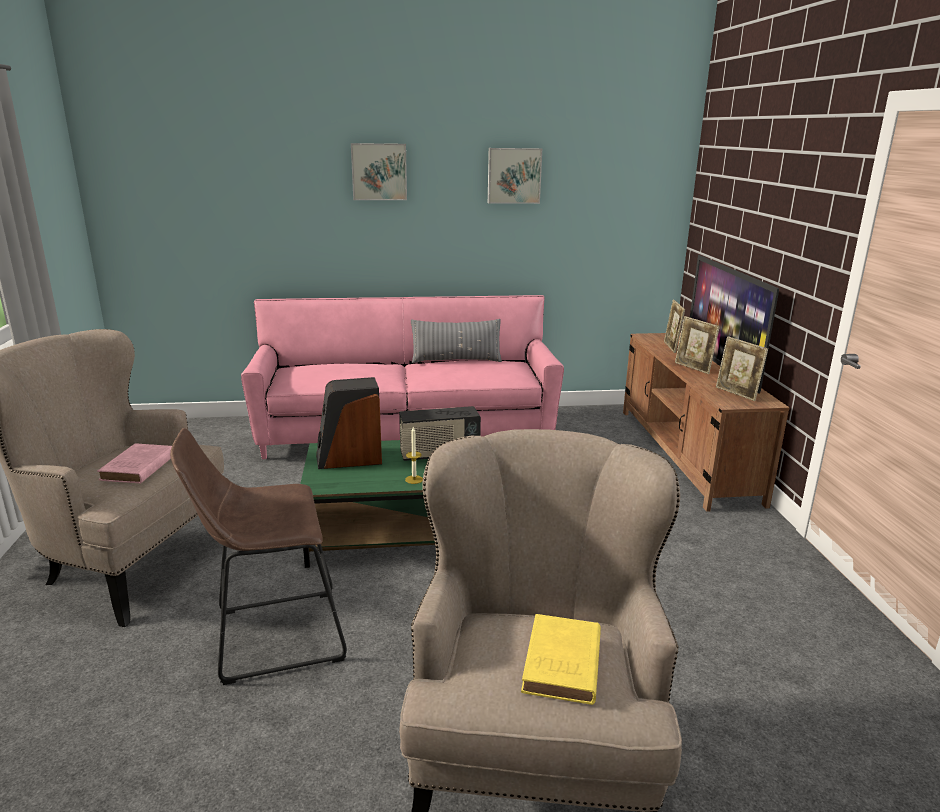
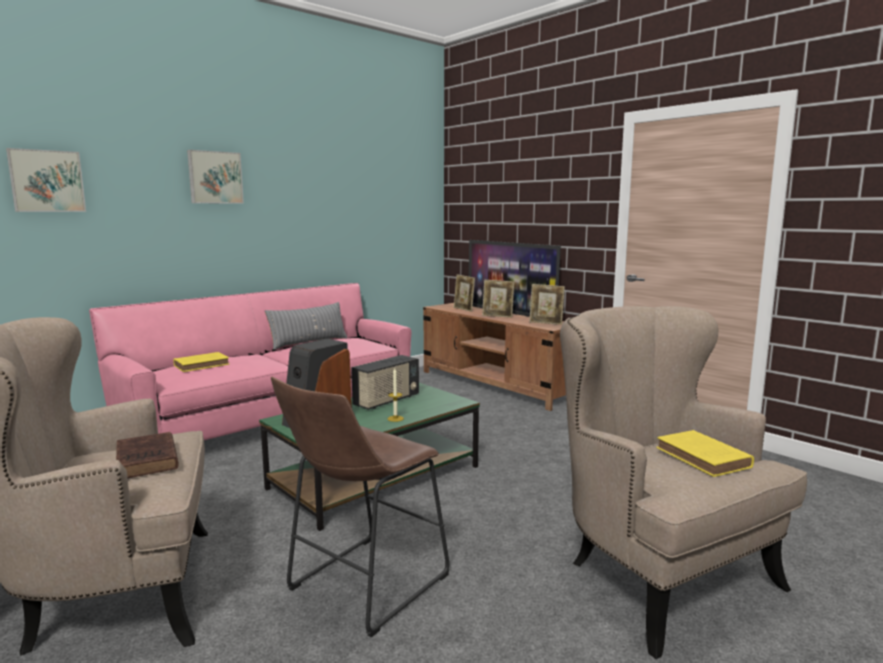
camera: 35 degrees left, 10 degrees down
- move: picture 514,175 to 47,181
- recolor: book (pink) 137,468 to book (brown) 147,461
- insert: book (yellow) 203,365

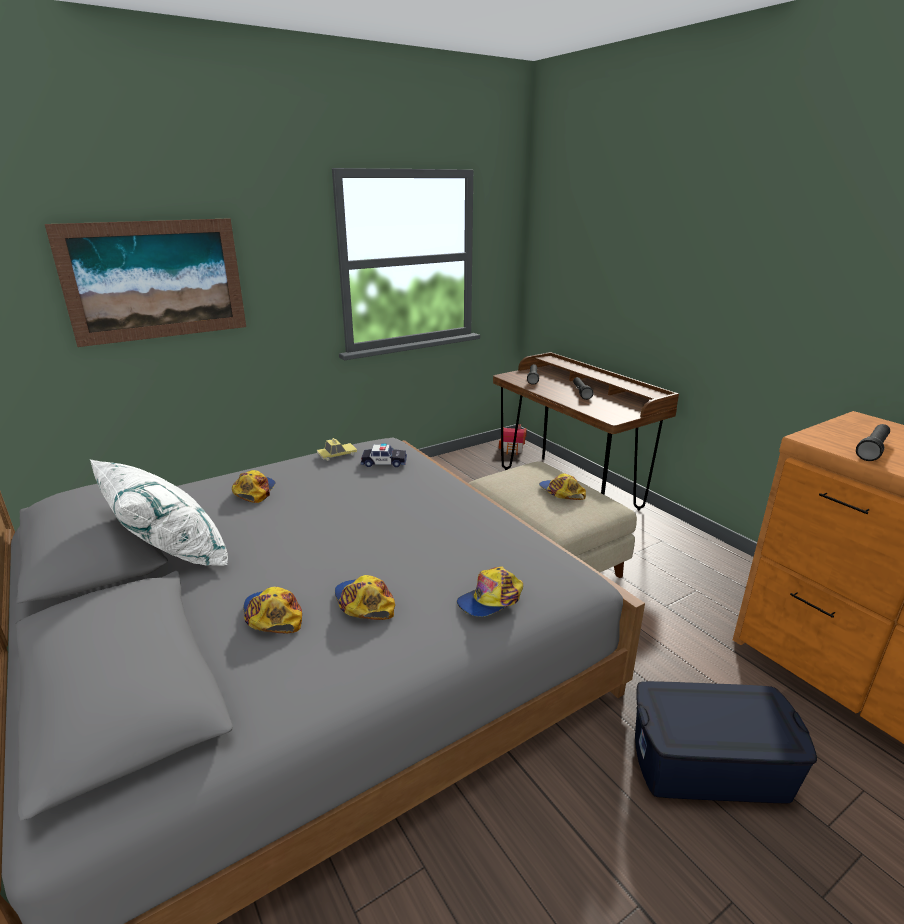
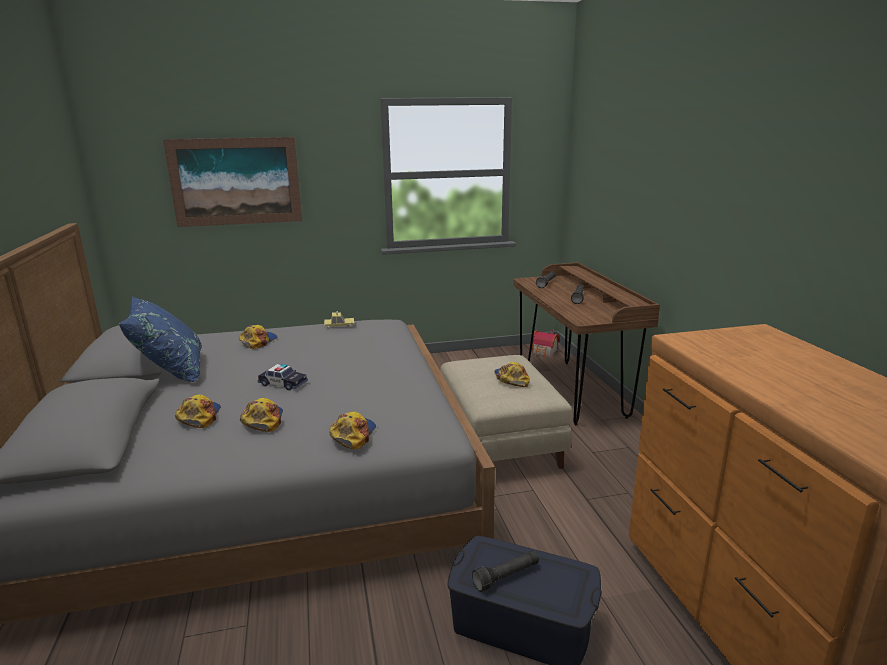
camera: 20 degrees right, 5 degrees down
- move: flashlight (black) 872,449 to 506,577
- move: toy car 384,462 to 283,384
- recolor: pillow (white) 170,554 to pillow (blue) 171,371
- rotate: cap 491,600 = 352,434 120 degrees clockwise

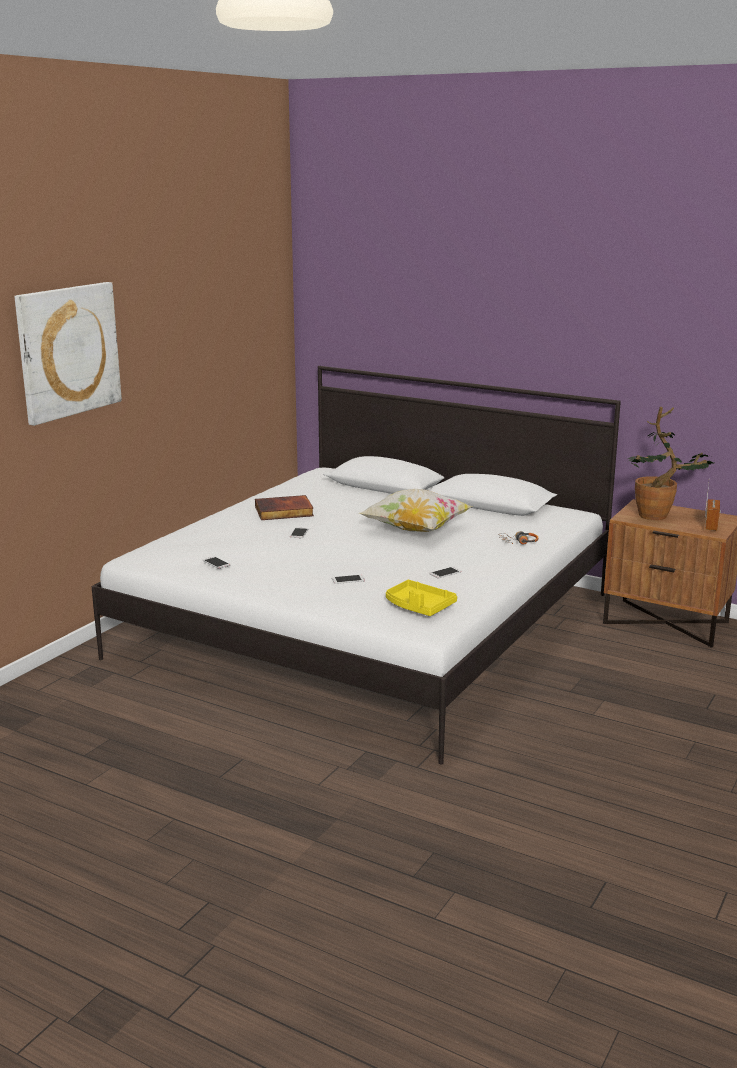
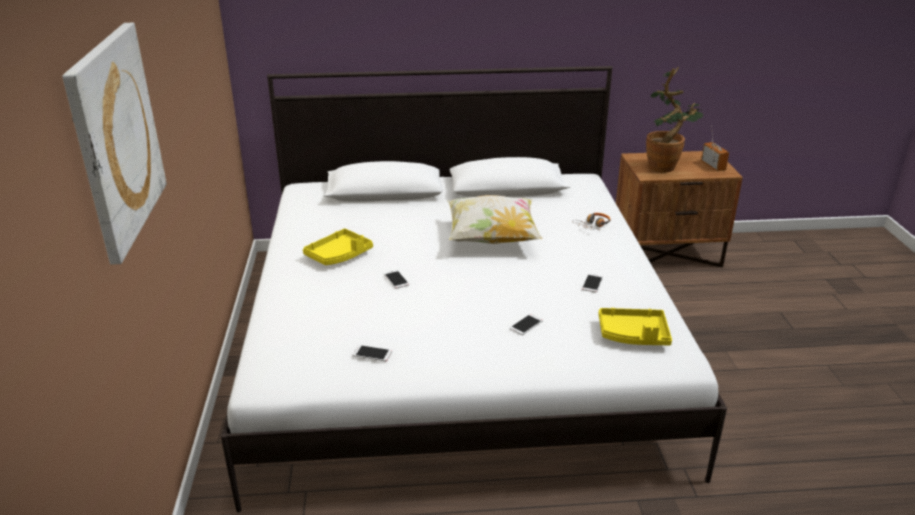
camera: 35 degrees left, 10 degrees up
- replace: book 283,512 to tray (yellow) 339,255

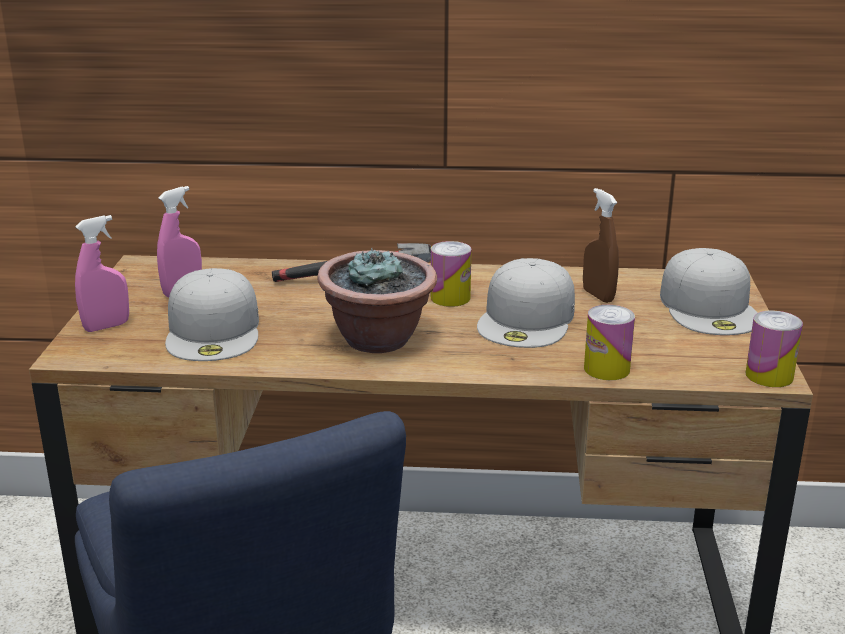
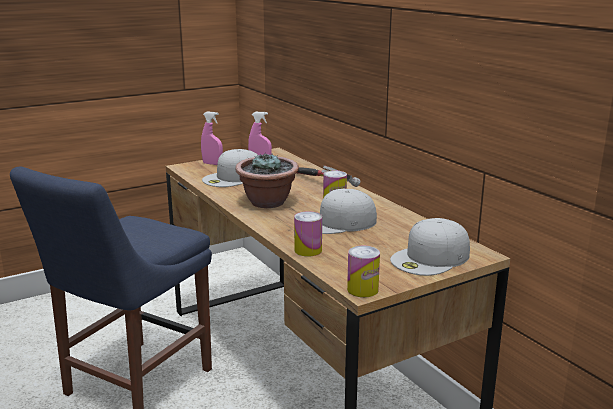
camera: 55 degrees right, 5 degrees down
- delete: spray bottle (brown) 598,296

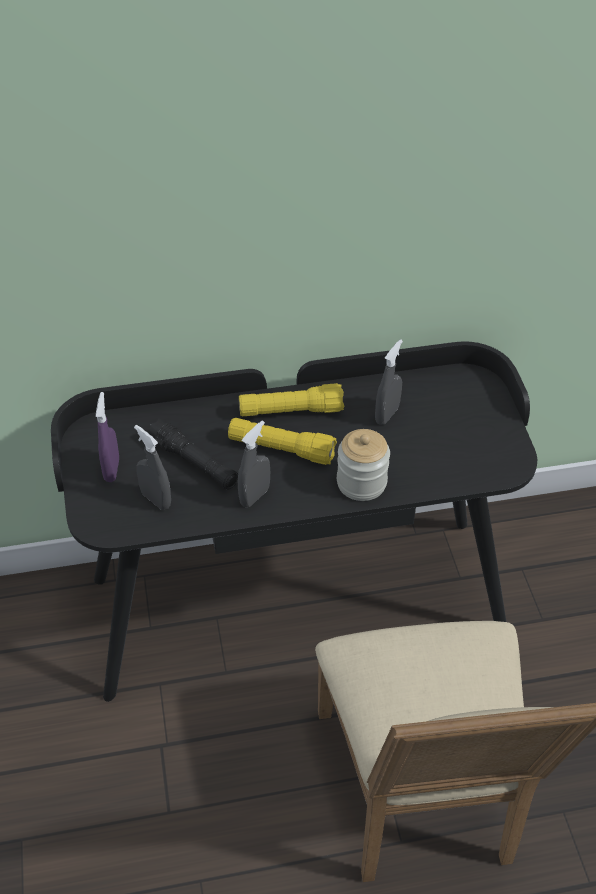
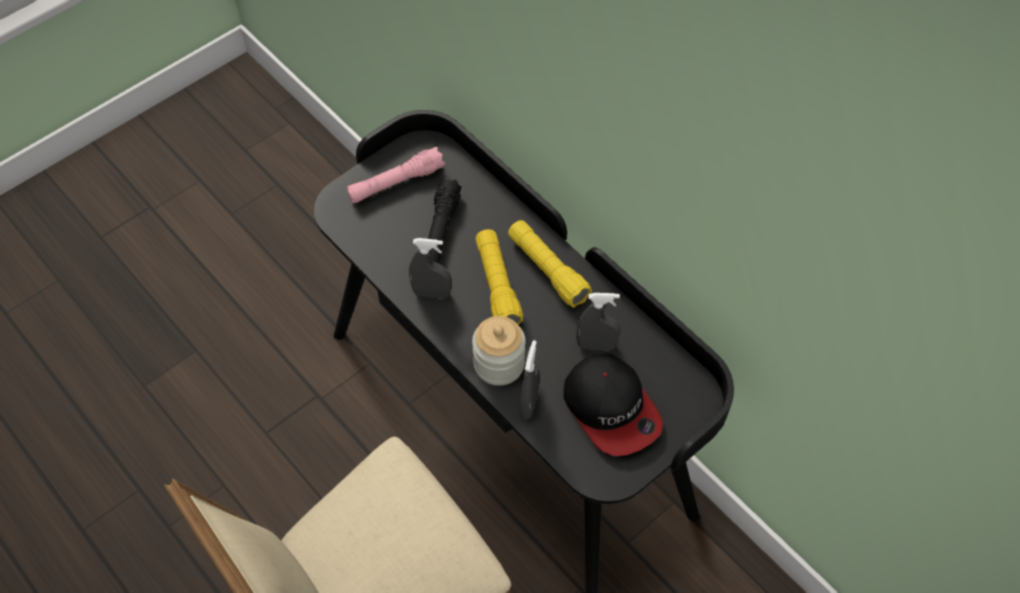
camera: 60 degrees right, 10 degrees up
- replace: spray bottle (purple) 112,469 to flashlight (pink) 396,183
- move: spray bottle (grey) 156,499 to 529,403
- insert: cap 611,409

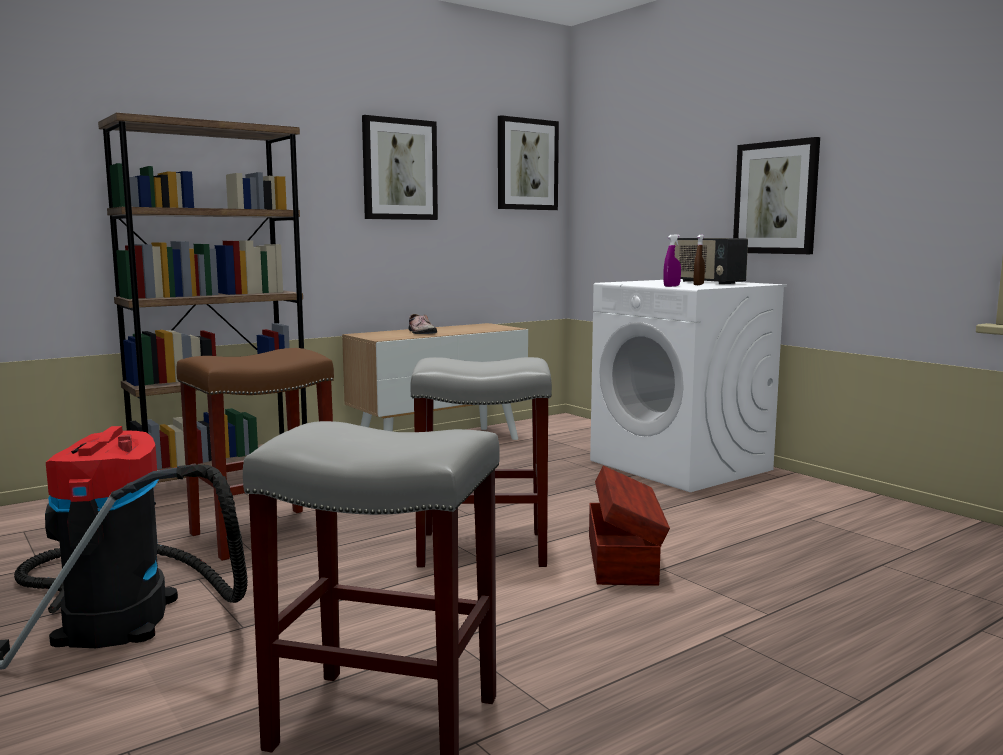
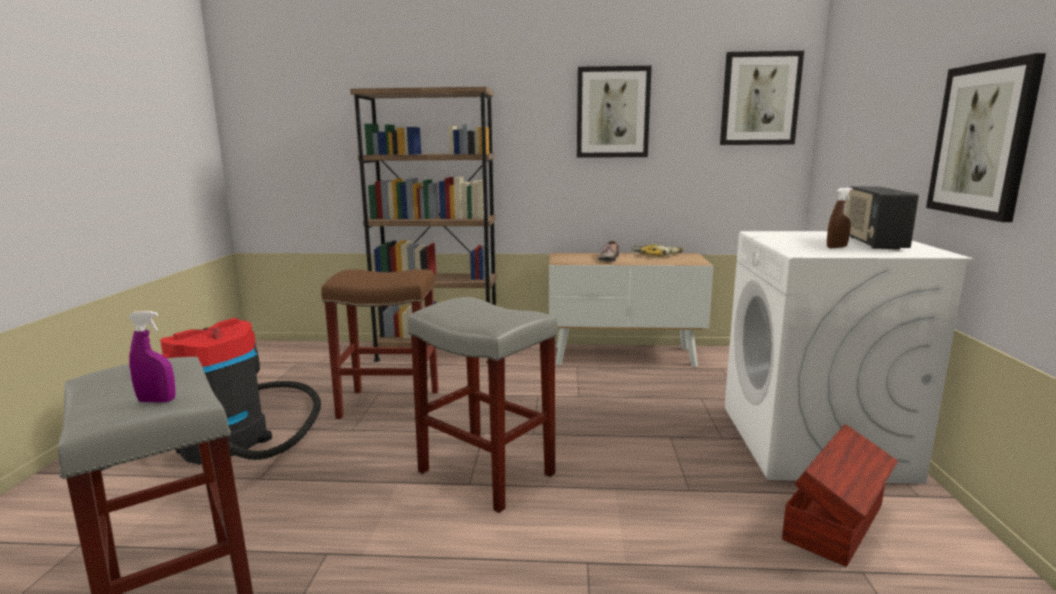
camera: 40 degrees right, 5 degrees up
- move: spray bottle (purple) 671,286 to 157,401
- move: storage box (brown) 623,559 to 836,522
- insert: power drill 658,255

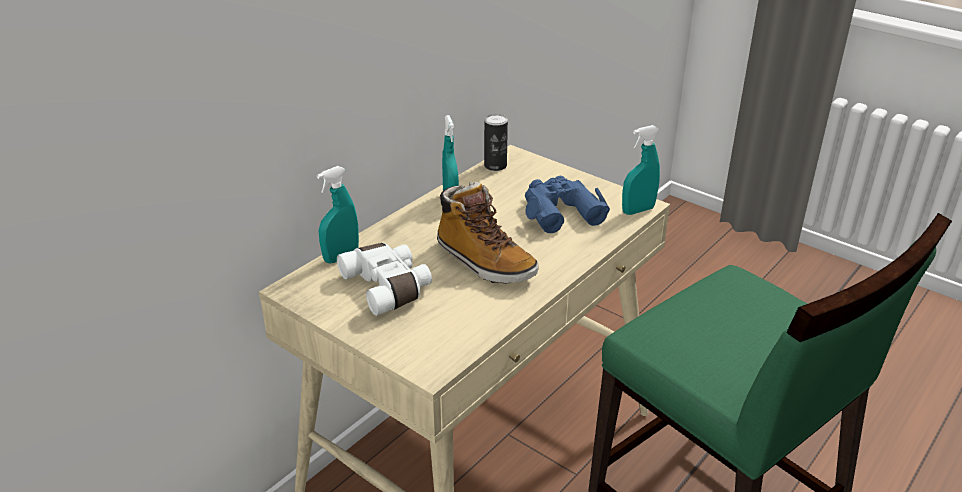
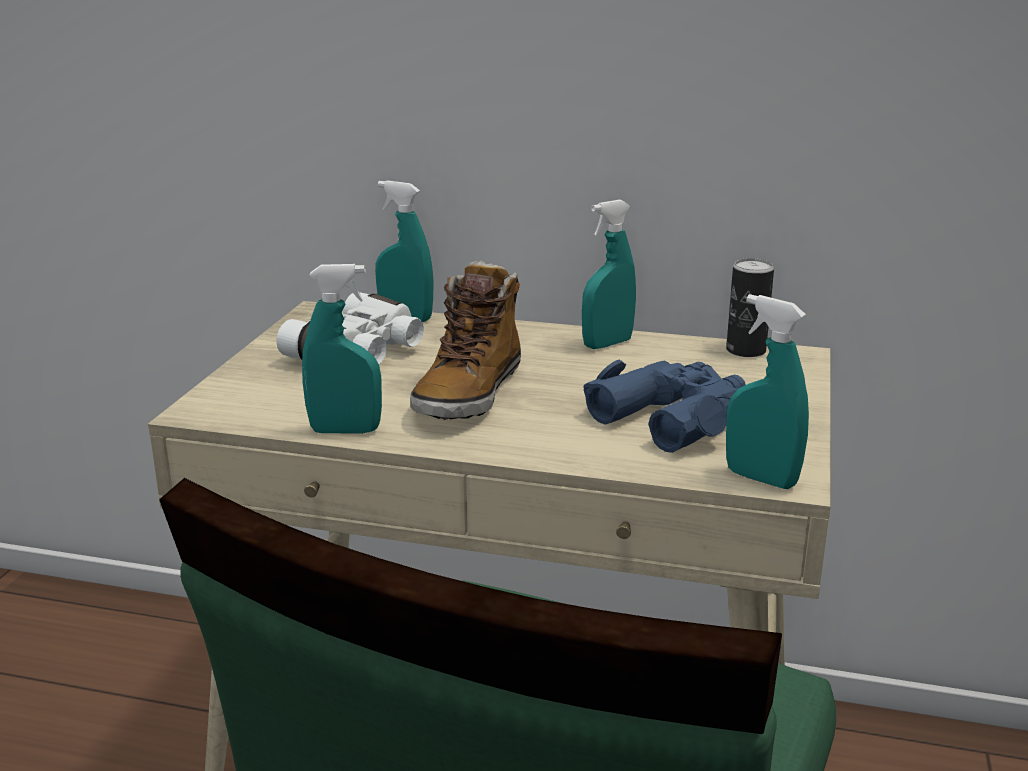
camera: 65 degrees right, 10 degrees down
- insert: spray bottle (turquoise) 345,431

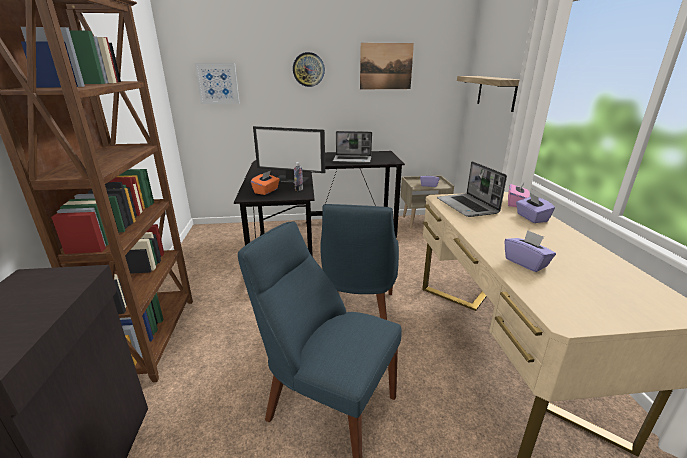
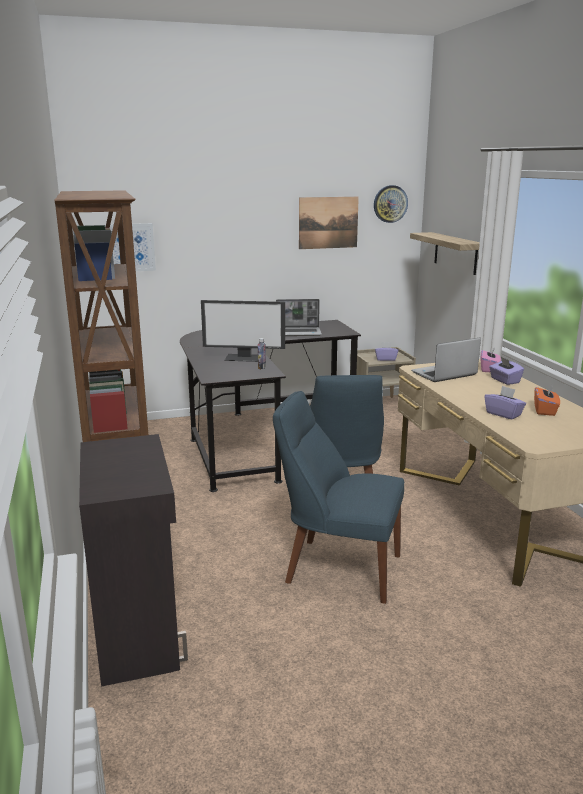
camera: 10 degrees left, 5 degrees down
- move: wall clock 308,69 to 390,204
- rotate: laptop 467,206 = 443,374 90 degrees clockwise
- move: tissue box (orange) 266,191 to 545,410

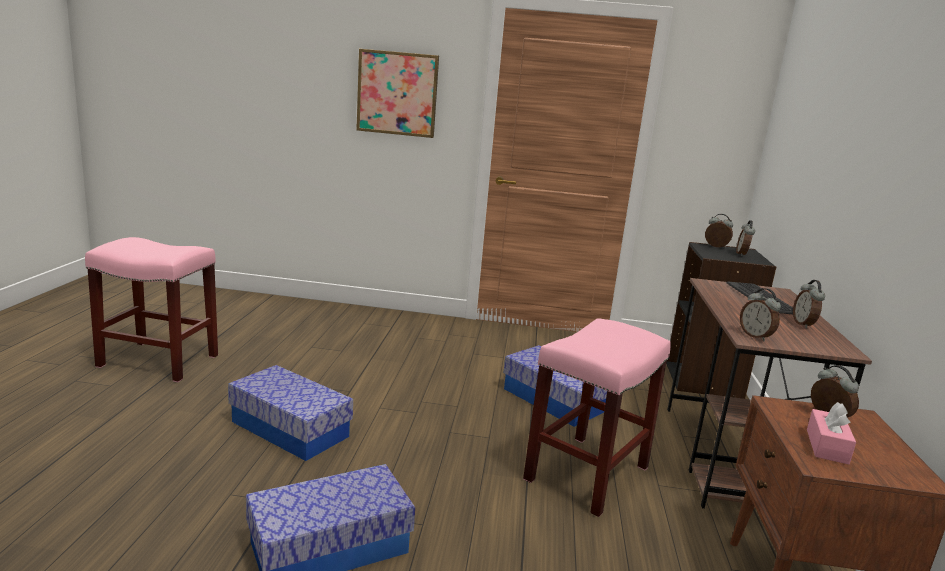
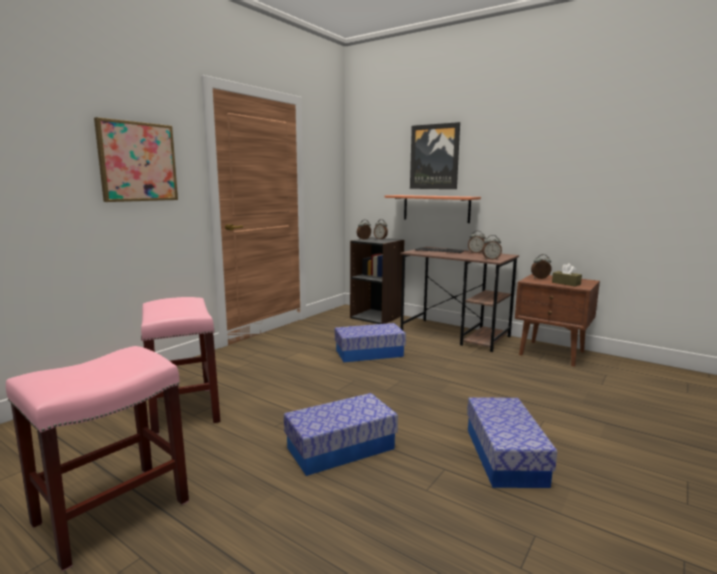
camera: 60 degrees left, 5 degrees down
- move: stool (pink) 587,472 to 183,409
- recolor: tissue box (pink) 827,446 to tissue box (brown) 566,283
- insert: picture 434,157
- insert: shelf 436,208

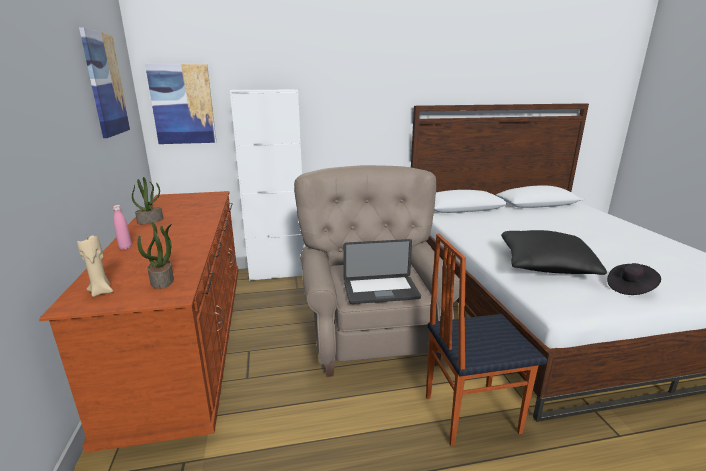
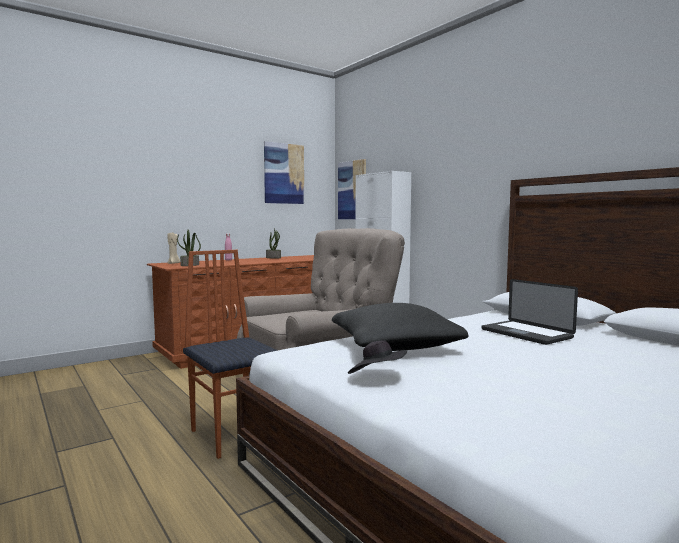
camera: 65 degrees right, 15 degrees down
- move: laptop 381,291 to 526,334

